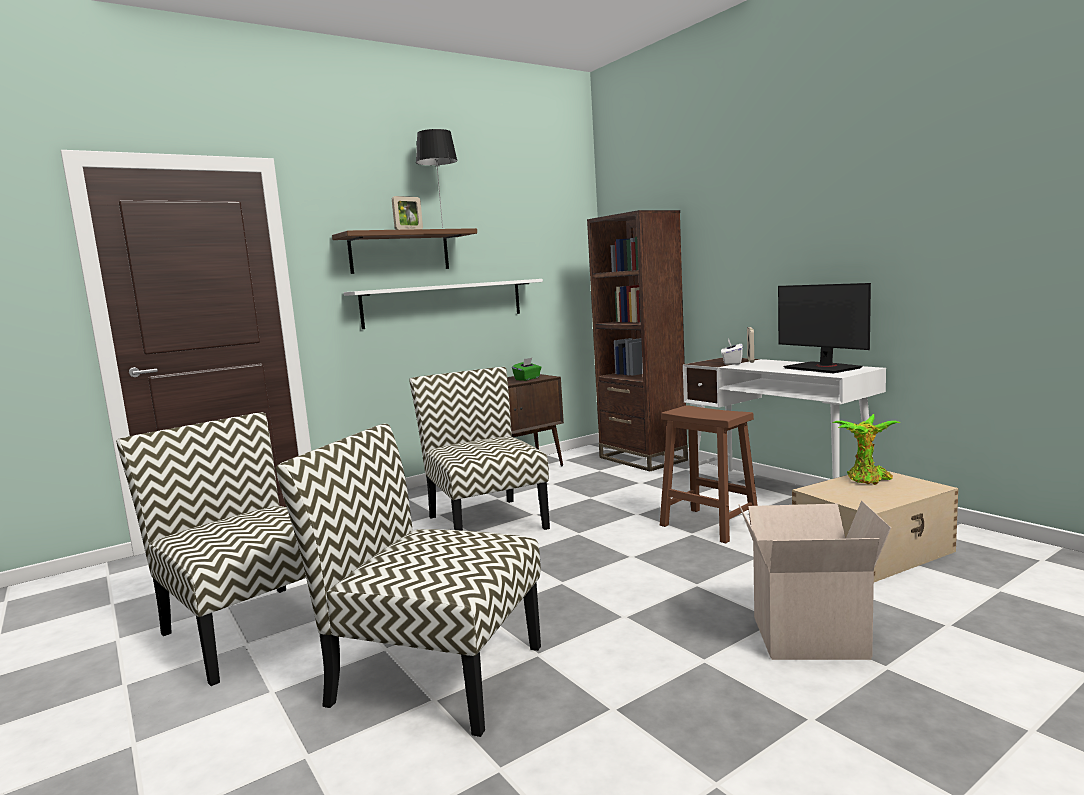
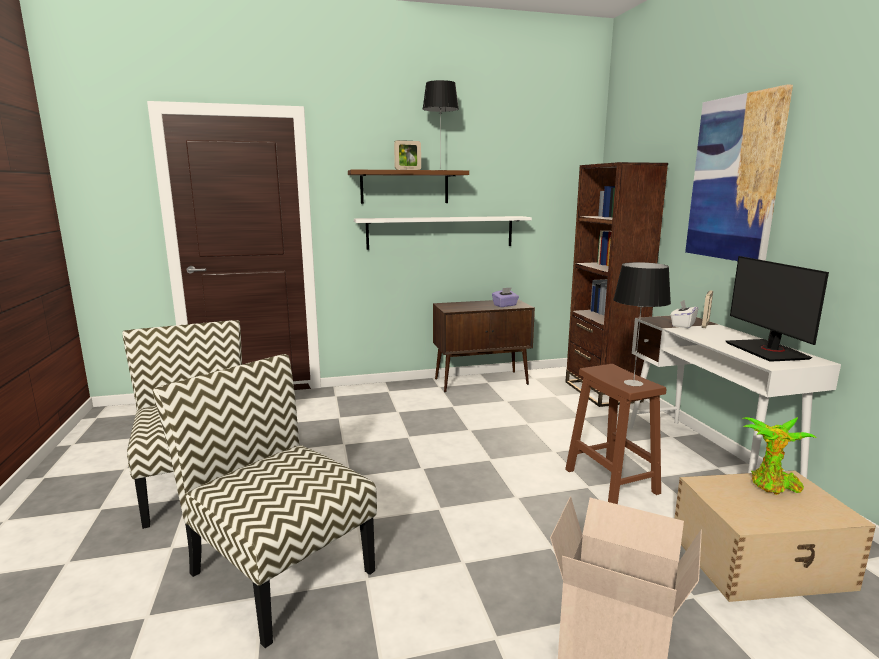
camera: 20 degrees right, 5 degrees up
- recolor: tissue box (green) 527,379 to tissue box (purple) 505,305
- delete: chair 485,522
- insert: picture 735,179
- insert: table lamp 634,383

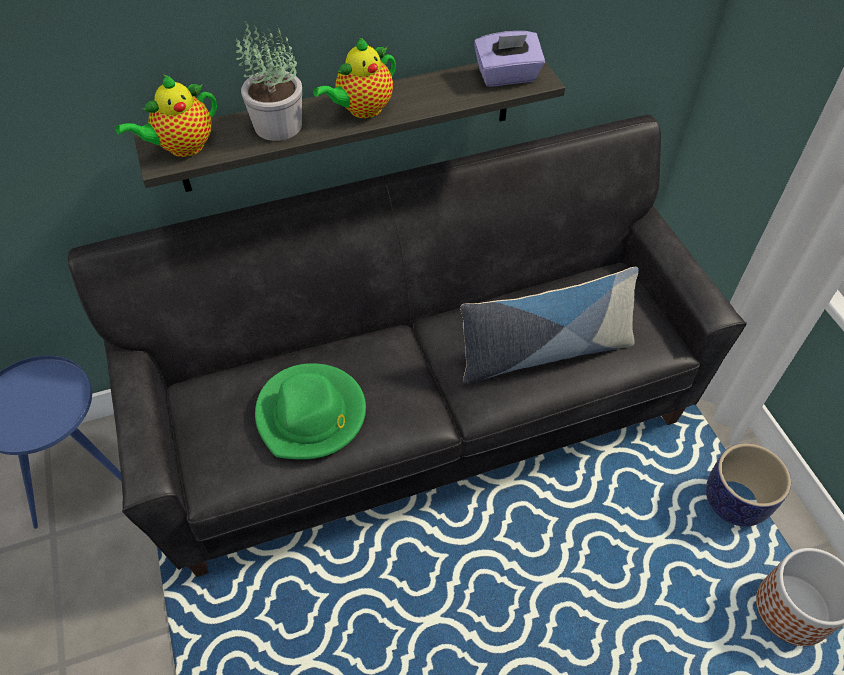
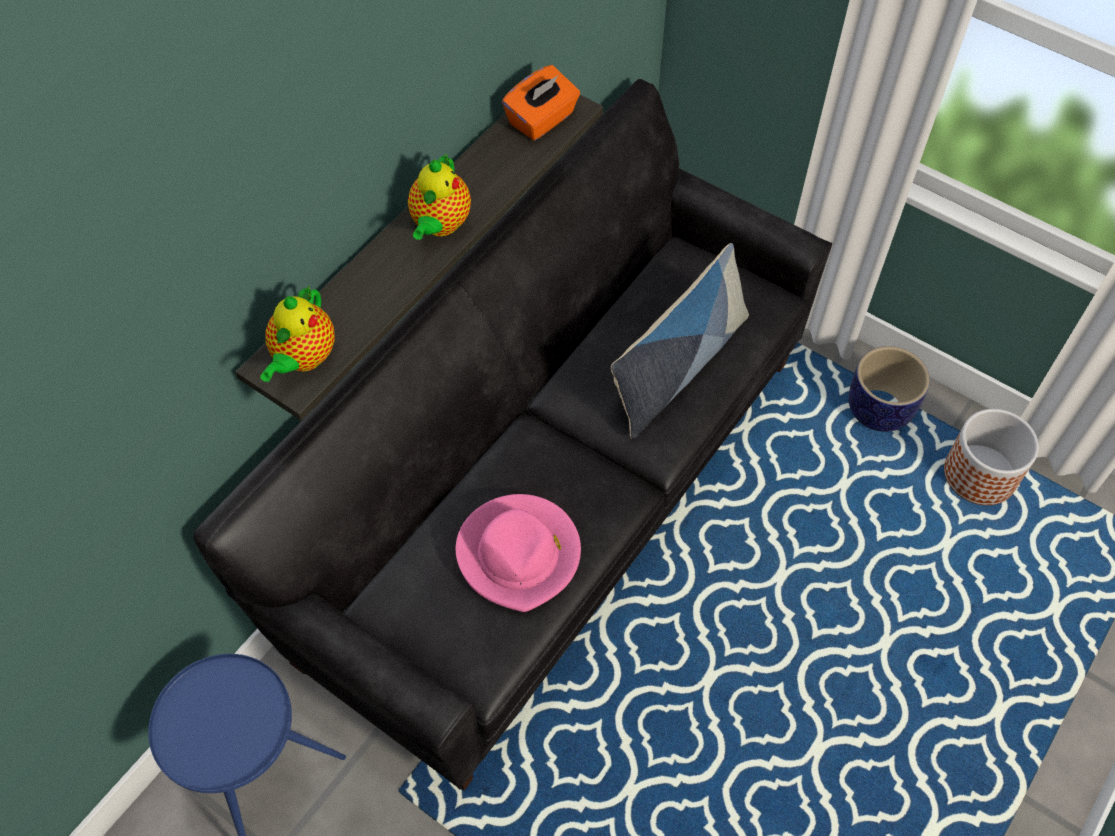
camera: 35 degrees left, 5 degrees up
- delete: potted plant 277,125
- recolor: tissue box (purple) 507,76 to tissue box (orange) 542,120
- recolor: hat (green) 311,414 to hat (pink) 519,553

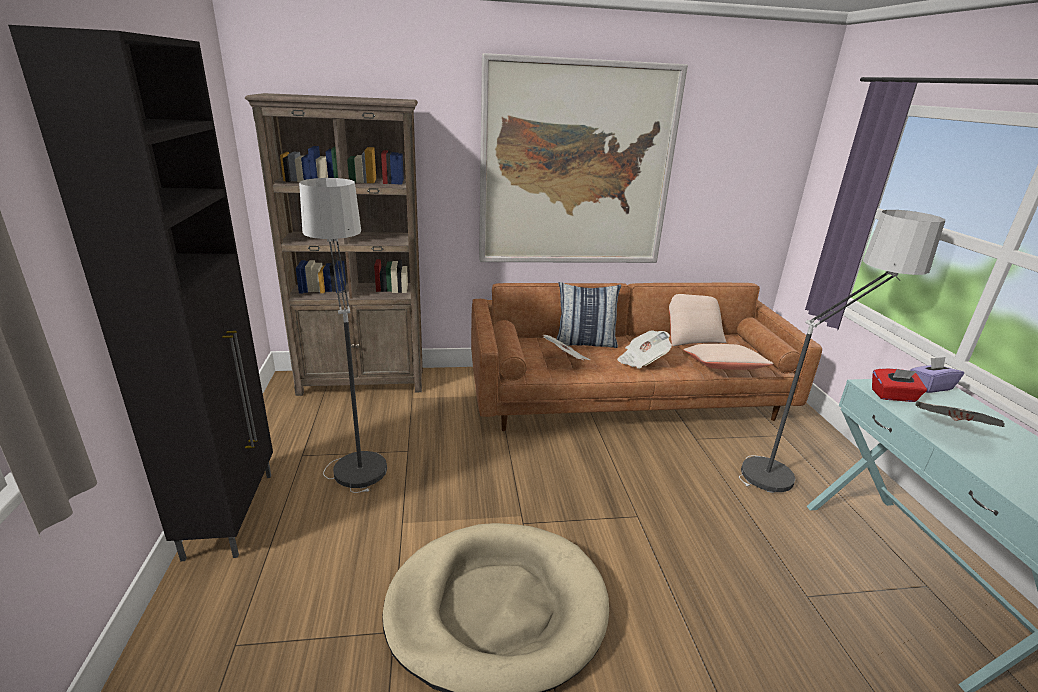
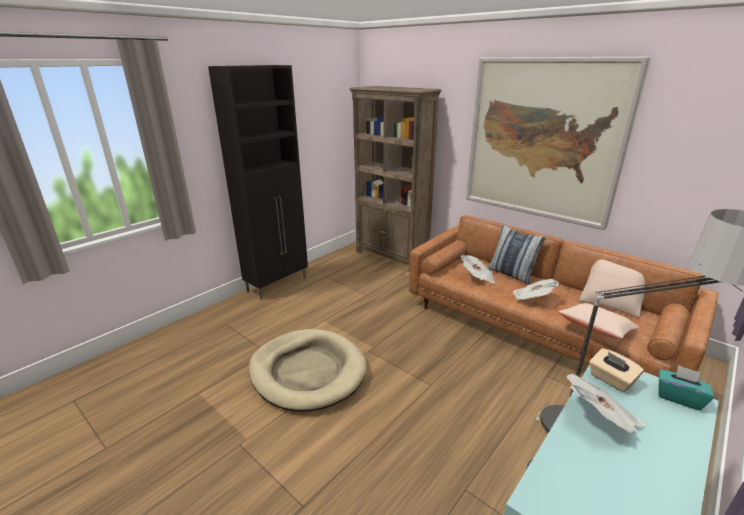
camera: 50 degrees right, 0 degrees up
- delete: floor lamp 354,449
- recolor: tissue box (purple) 930,386 to tissue box (turquoise) 678,397
- recolor: tissue box (red) 893,396 to tissue box (beige) 611,380

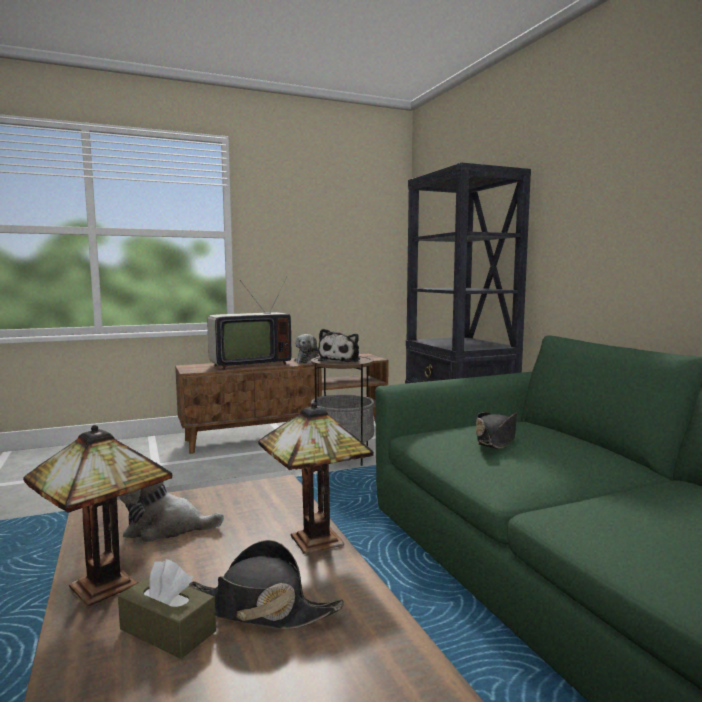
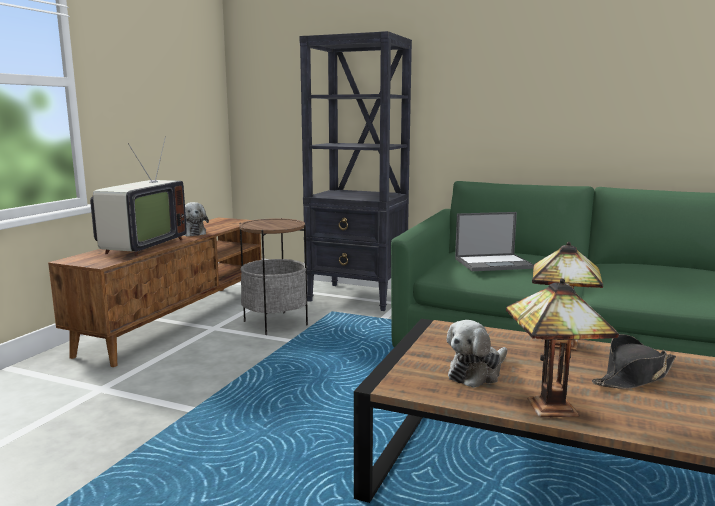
camera: 45 degrees left, 5 degrees up
- delete: plush toy 340,360
- replace: hat (black) 496,440 to laptop 494,263
- delete: tissue box (brown) 167,630

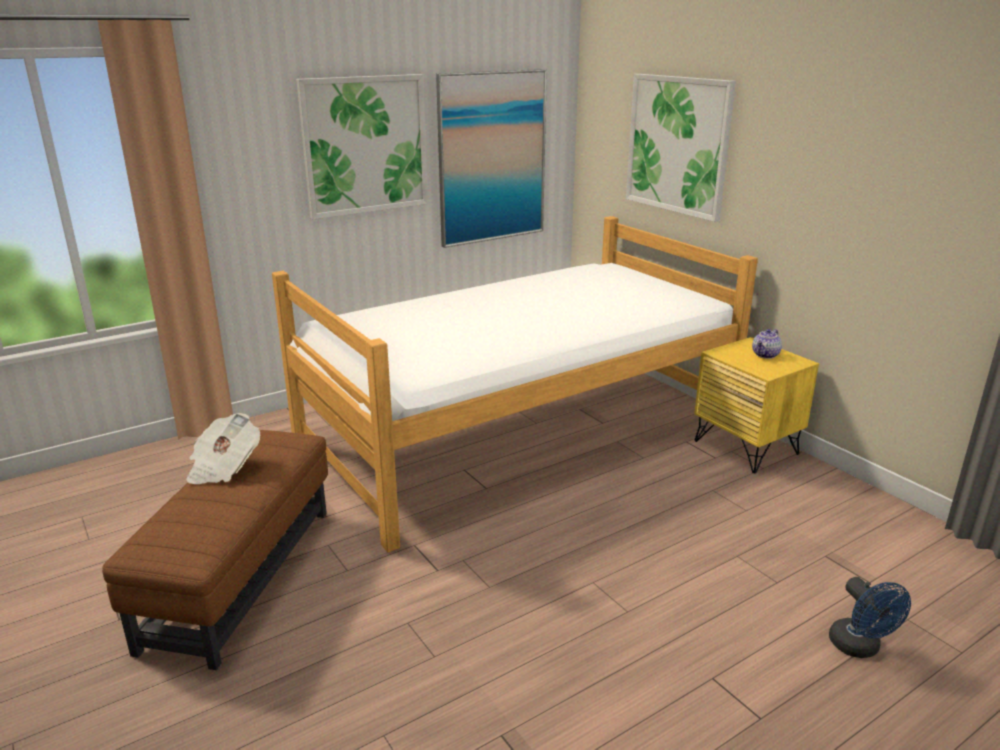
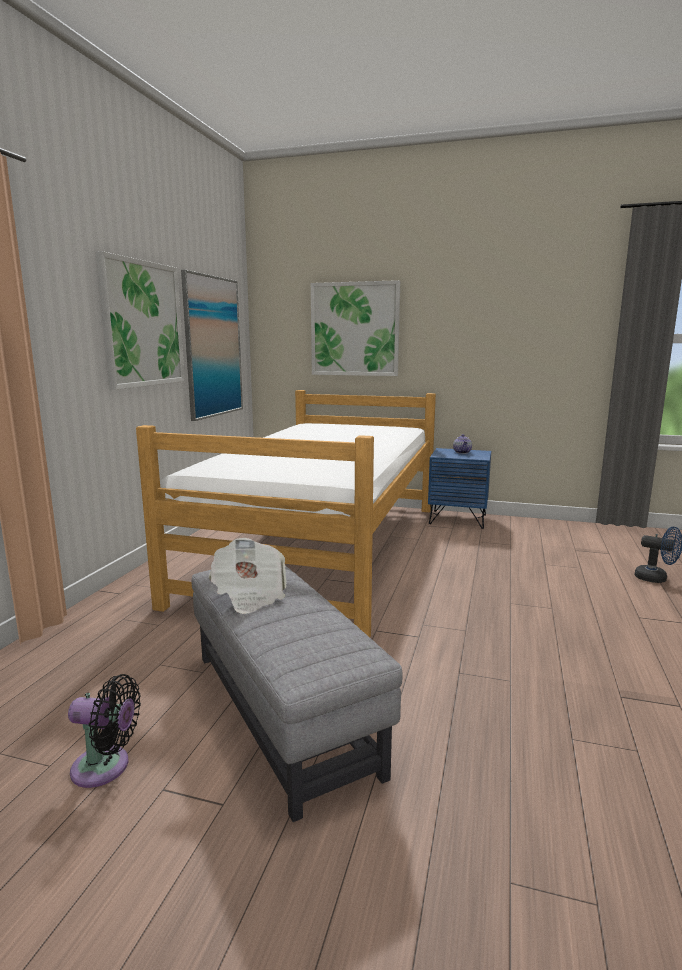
camera: 40 degrees left, 10 degrees down
- recolor: nightstand (yellow) 746,447 to nightstand (blue) 458,519
- recolor: ottoman (brown) 240,575 to ottoman (grey) 281,710
- insert: fan (black) 106,767

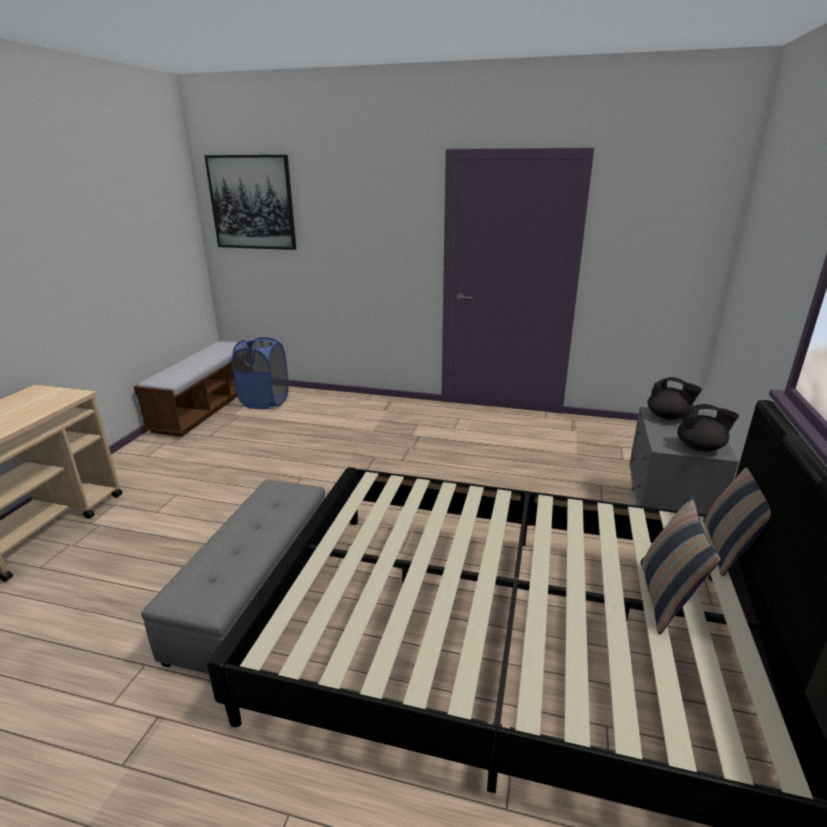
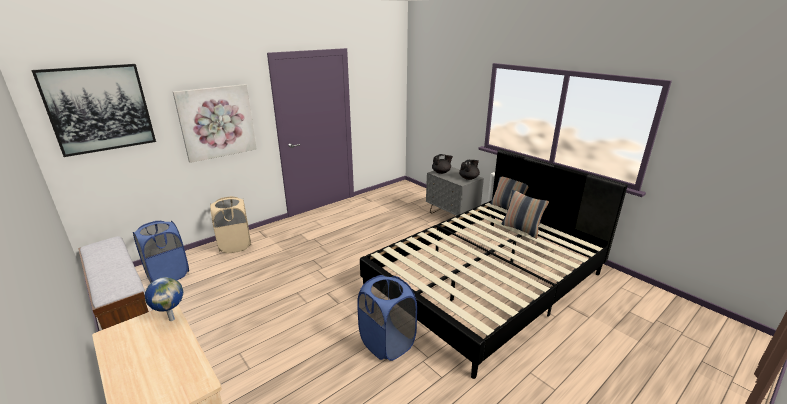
camera: 55 degrees left, 0 degrees up
- replace: ottoman (grey) 256,592 to laundry basket (blue) 387,343
- insert: picture 217,122
- insert: laundry basket (beige) 235,245
- insert: globe 172,318

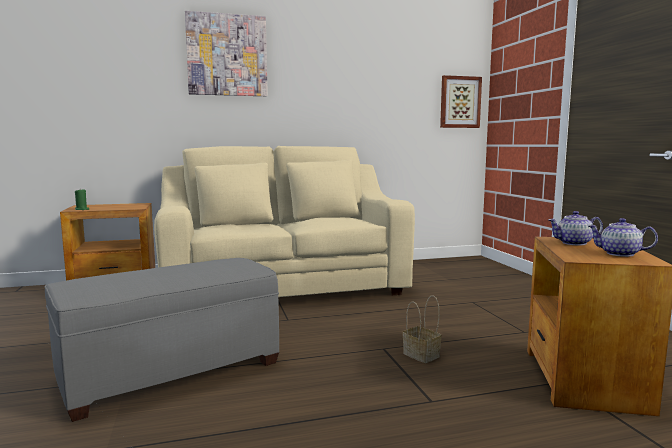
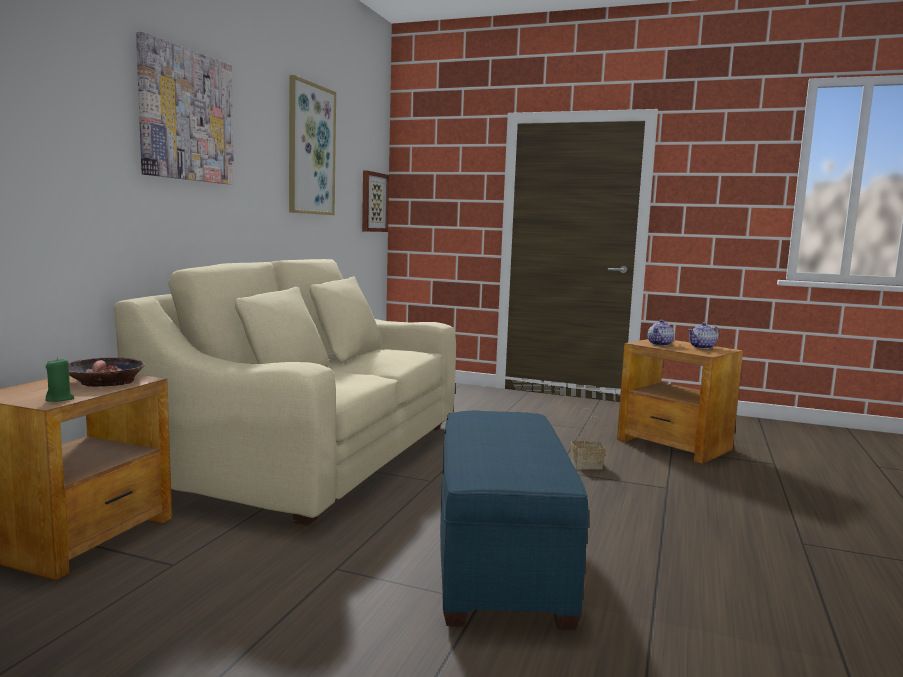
camera: 55 degrees left, 0 degrees up
- recolor: ottoman (grey) 171,372 to ottoman (blue) 501,560
- insert: picture 310,150
- insert: bowl 105,381

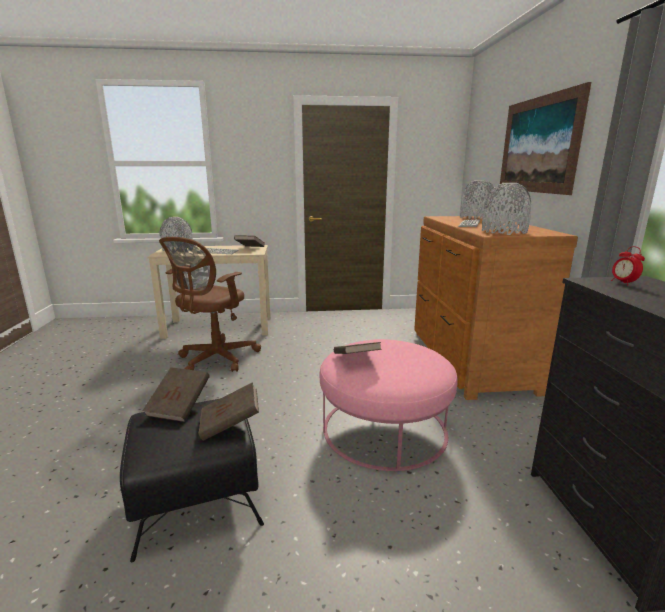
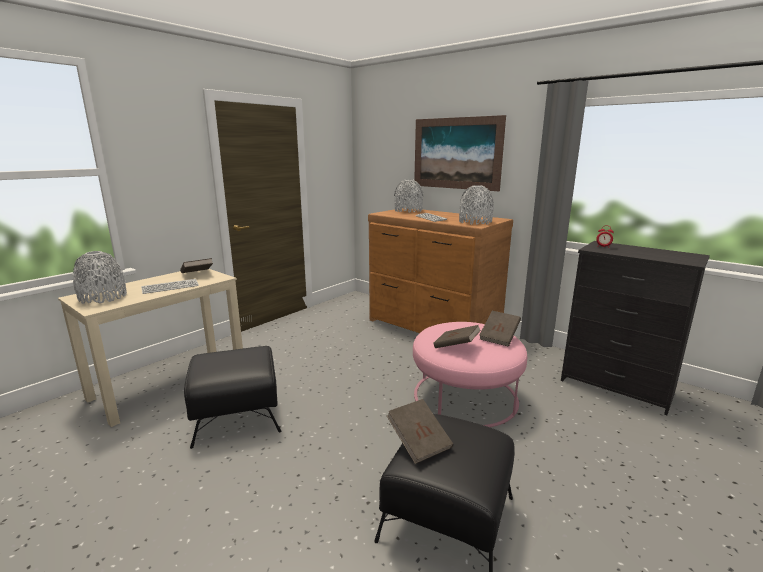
camera: 45 degrees left, 0 degrees up
- replace: office chair (brown) 215,360 to ottoman (black) 236,415
- move: book (brown) 230,424 to 499,337

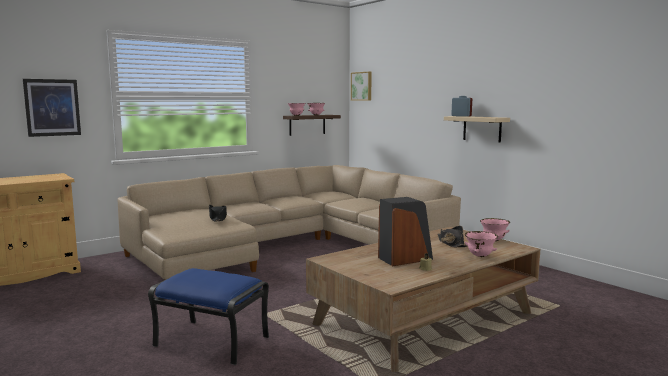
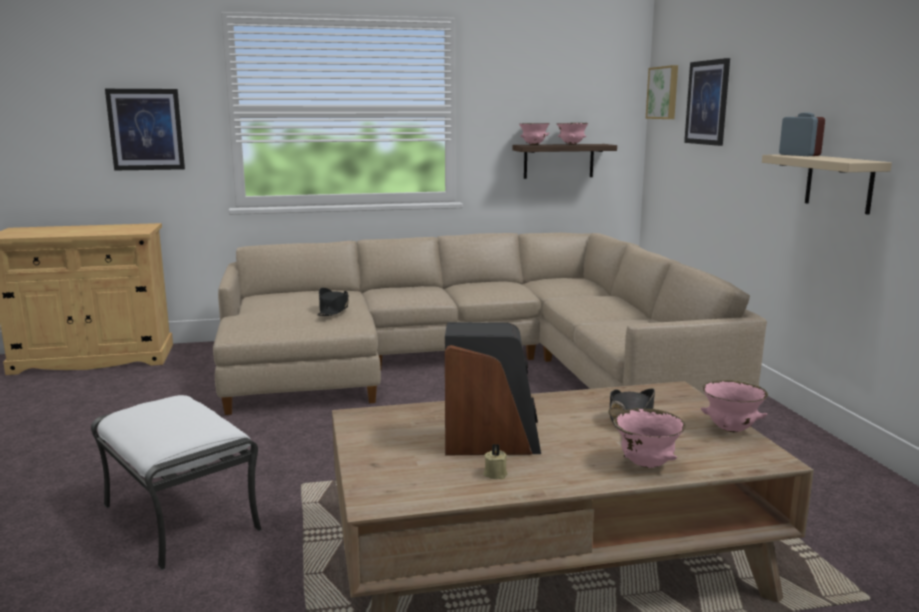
camera: 25 degrees right, 5 degrees up
- recolor: ottoman (blue) 213,341 to ottoman (white) 182,517
- insert: picture 707,102

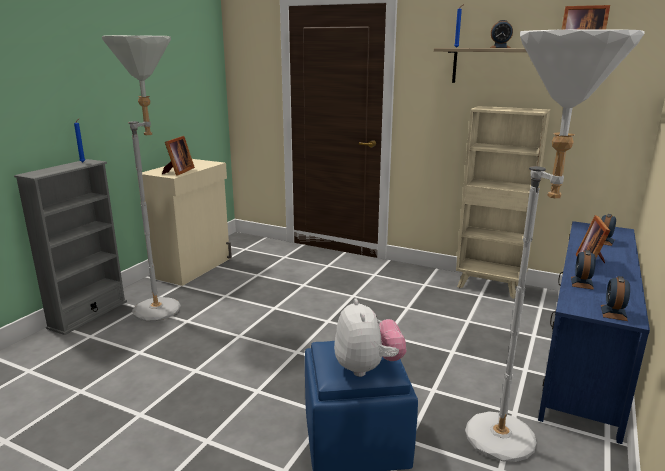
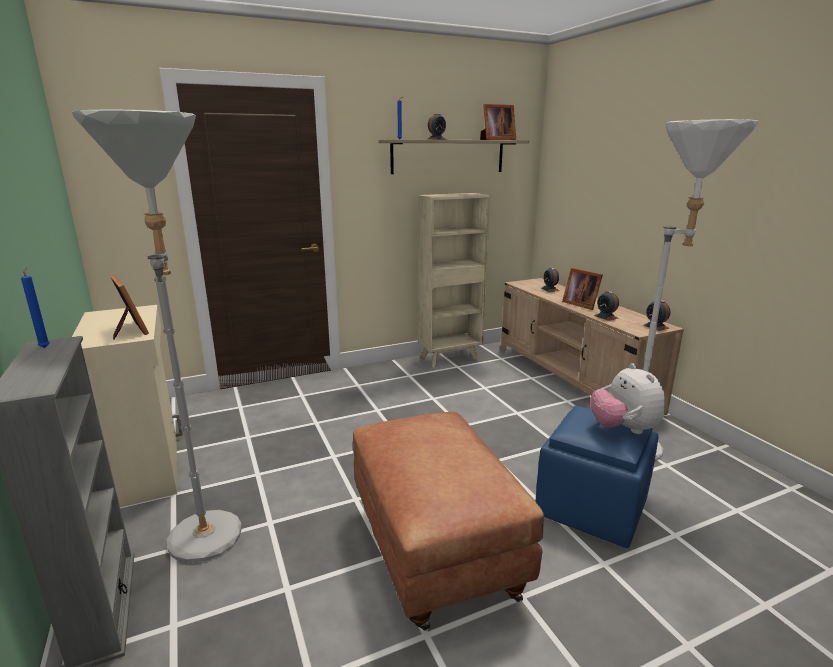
camera: 50 degrees left, 0 degrees up
- recolor: tv stand (blue) 583,356 to tv stand (beige) 573,377
- rotate: plush toy 367,368 = 623,429 135 degrees counterclockwise
- insert: ottoman (brown) 434,552

